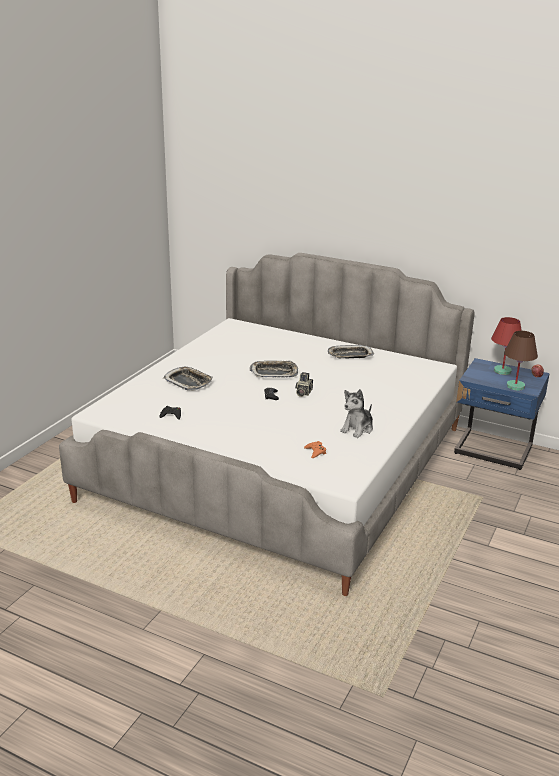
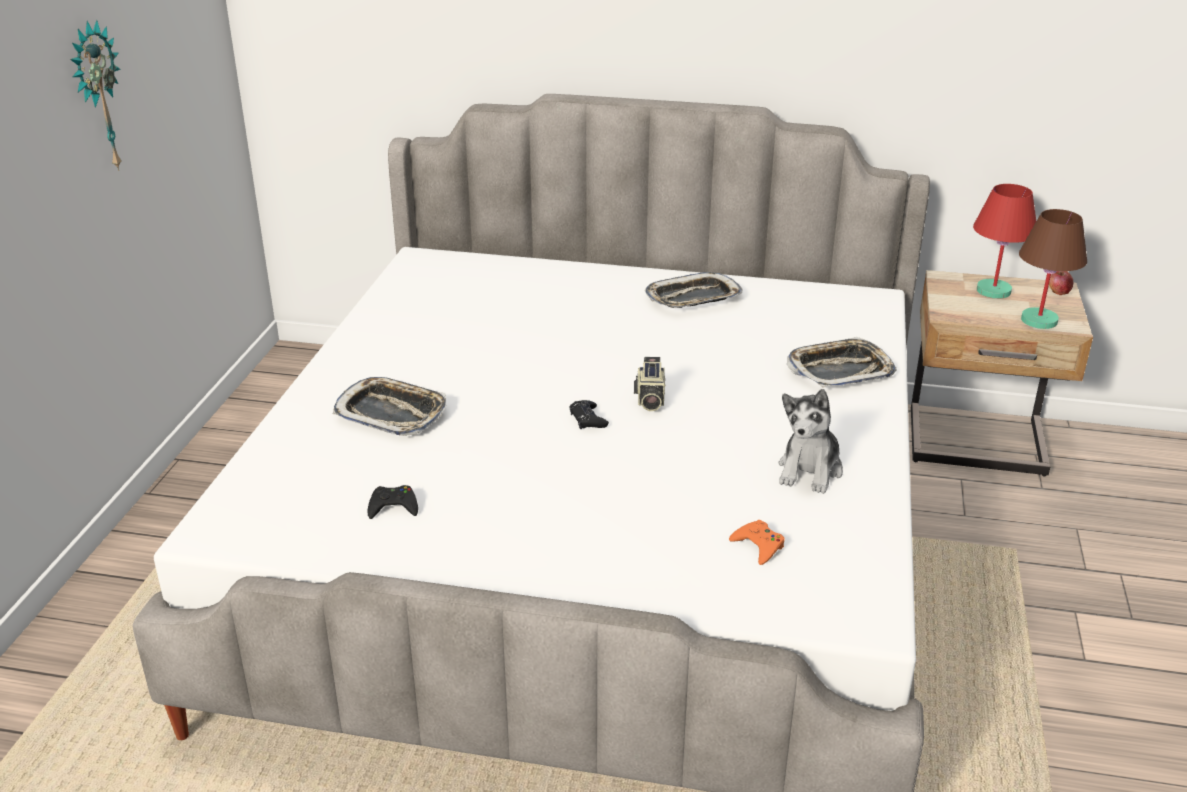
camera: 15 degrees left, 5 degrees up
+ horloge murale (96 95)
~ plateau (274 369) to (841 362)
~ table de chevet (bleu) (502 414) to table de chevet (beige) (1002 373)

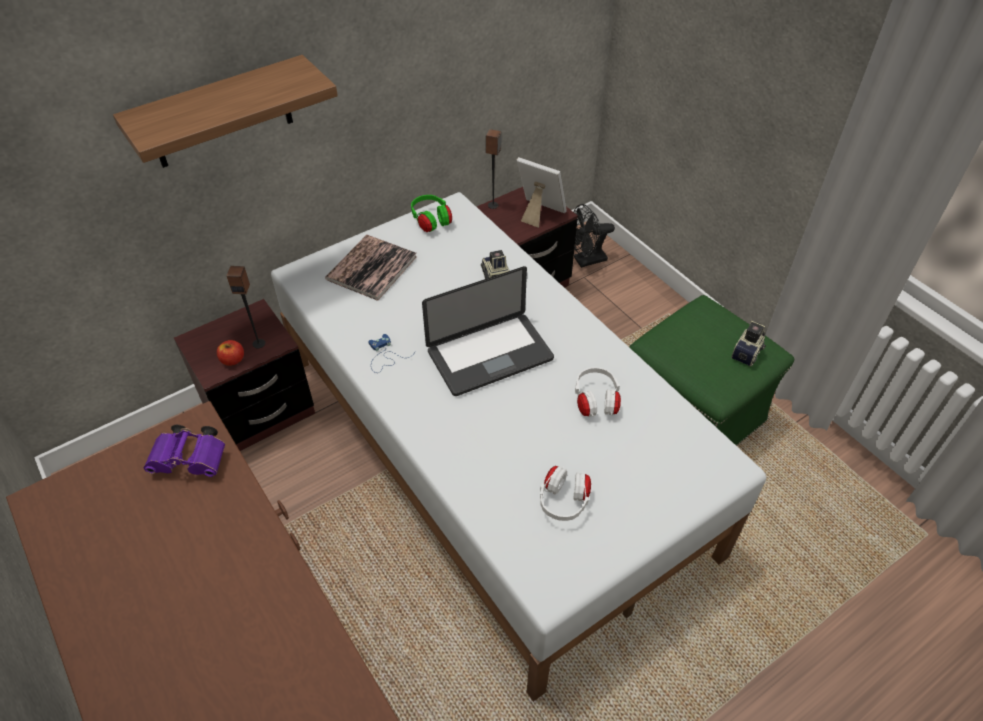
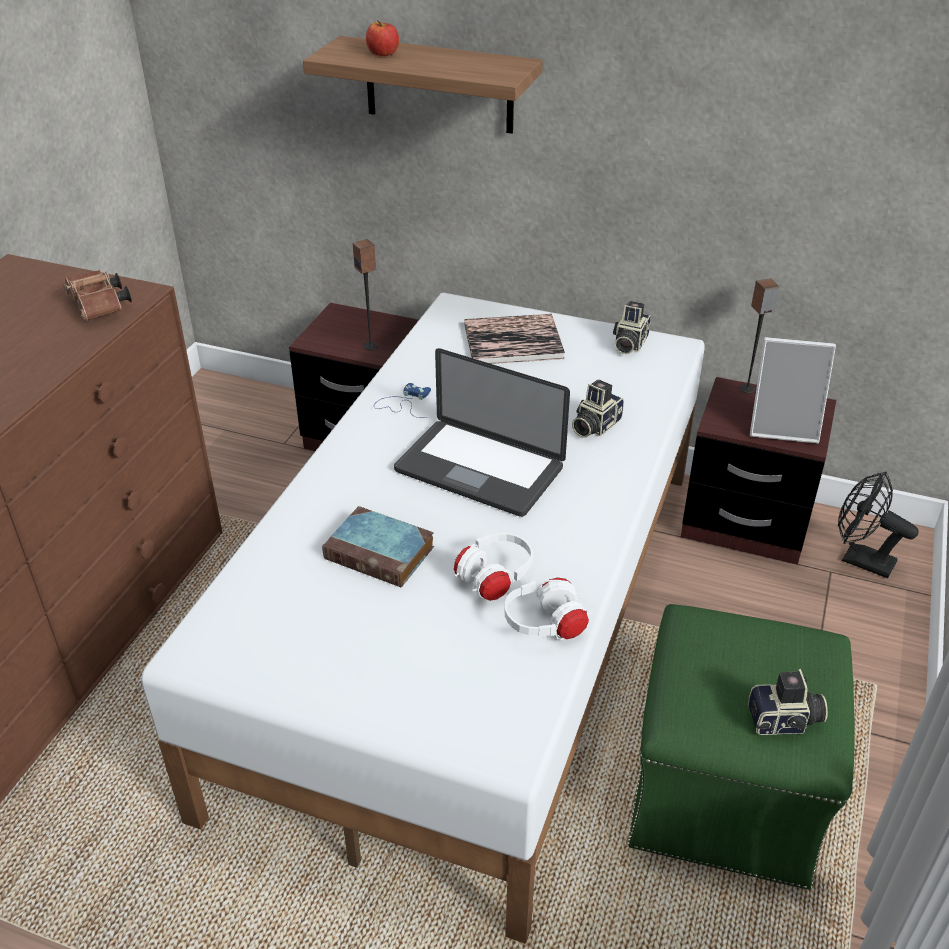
camera: 55 degrees right, 10 degrees down
+ livre (378 547)
~ pomme (230 353) to (382 38)
~ casque audio (blanc) (565 493) to (547 609)
~ casque audio (vert) (431 213) to appareil photo (632 327)
~ jumelles (violet) (184 451) to jumelles (marron) (97 295)
~ cadre photo (542 192) = (793 390) 105 degrees clockwise

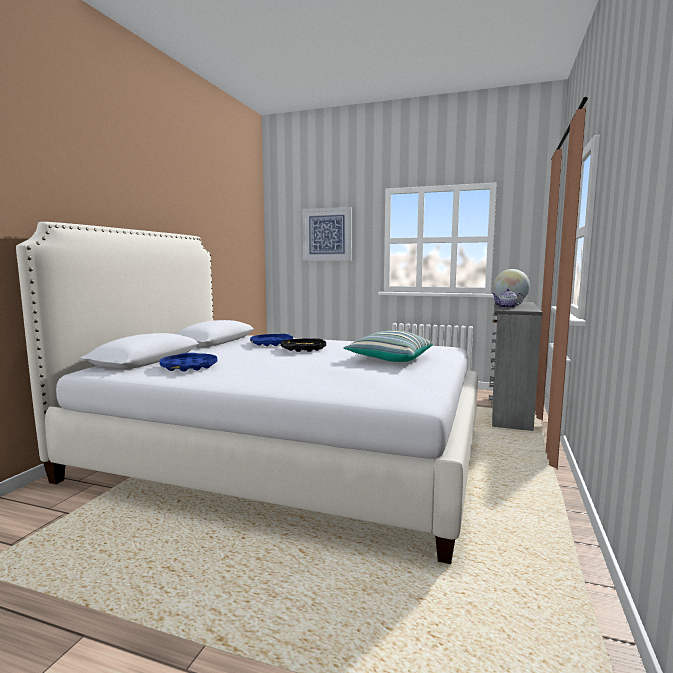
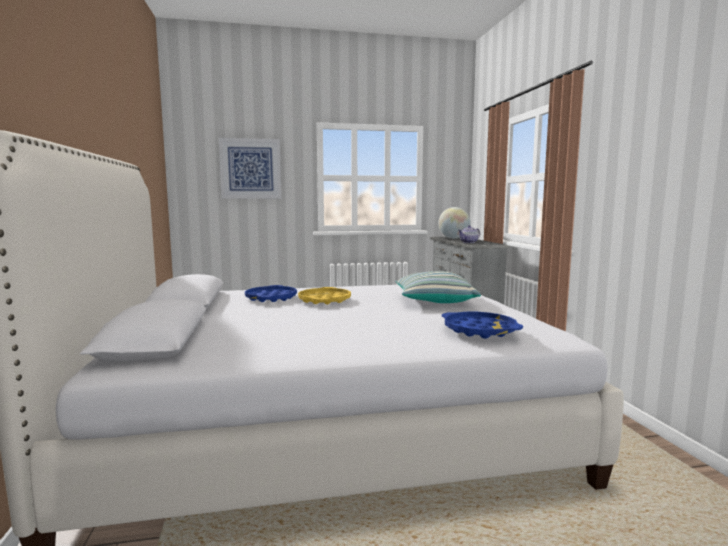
camera: 30 degrees left, 0 degrees up
~ plateau (bleu) (188 362) to (482 325)
~ plateau (noir) (303 345) to plateau (jaune) (324 295)

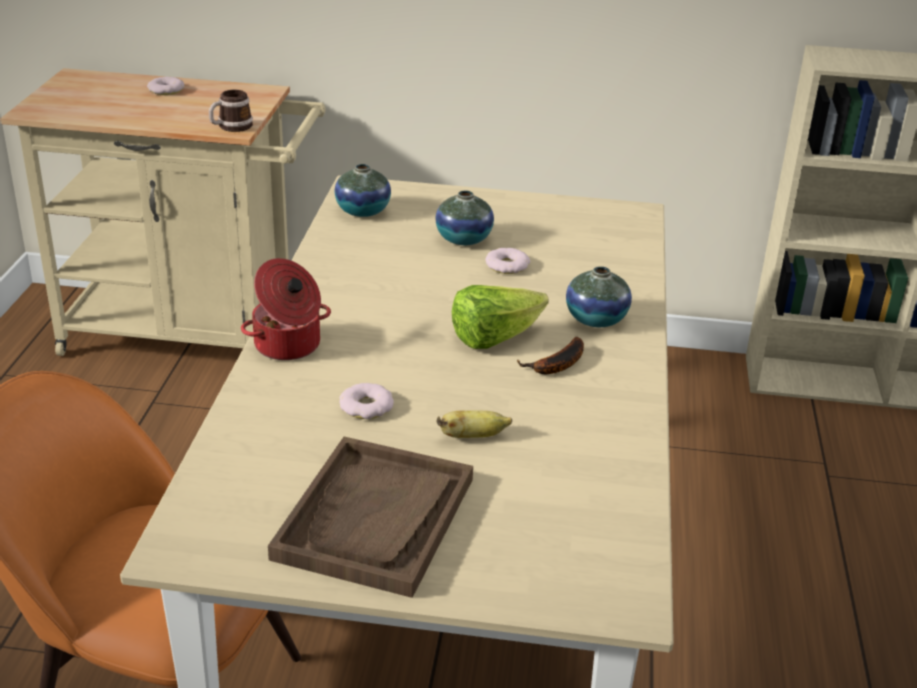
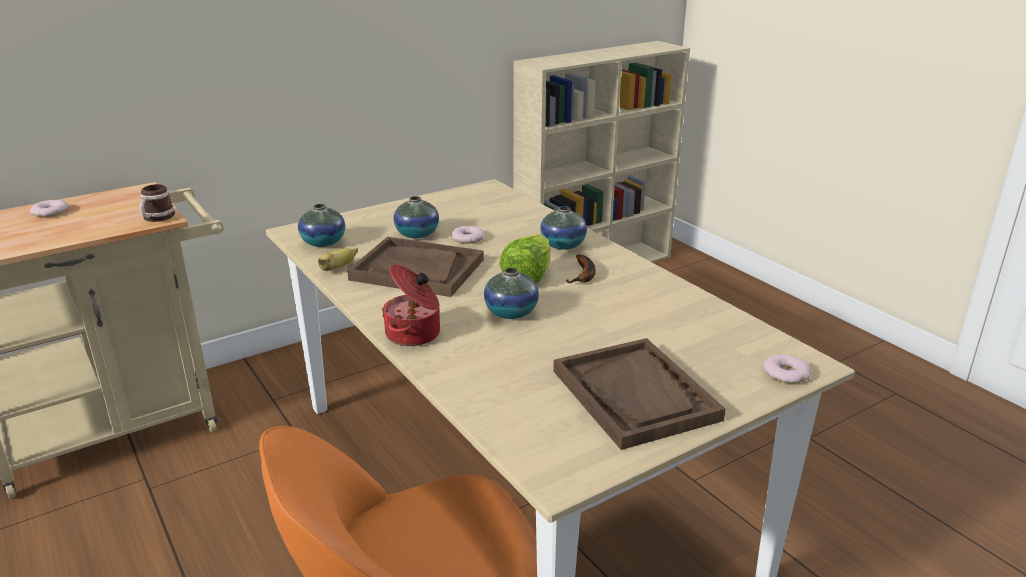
camera: 40 degrees left, 5 degrees down
+ plateau (marron) (415 267)
+ vase (511 293)
~ beignet (366 401) to (787 368)
~ banane (474 424) to (338 259)

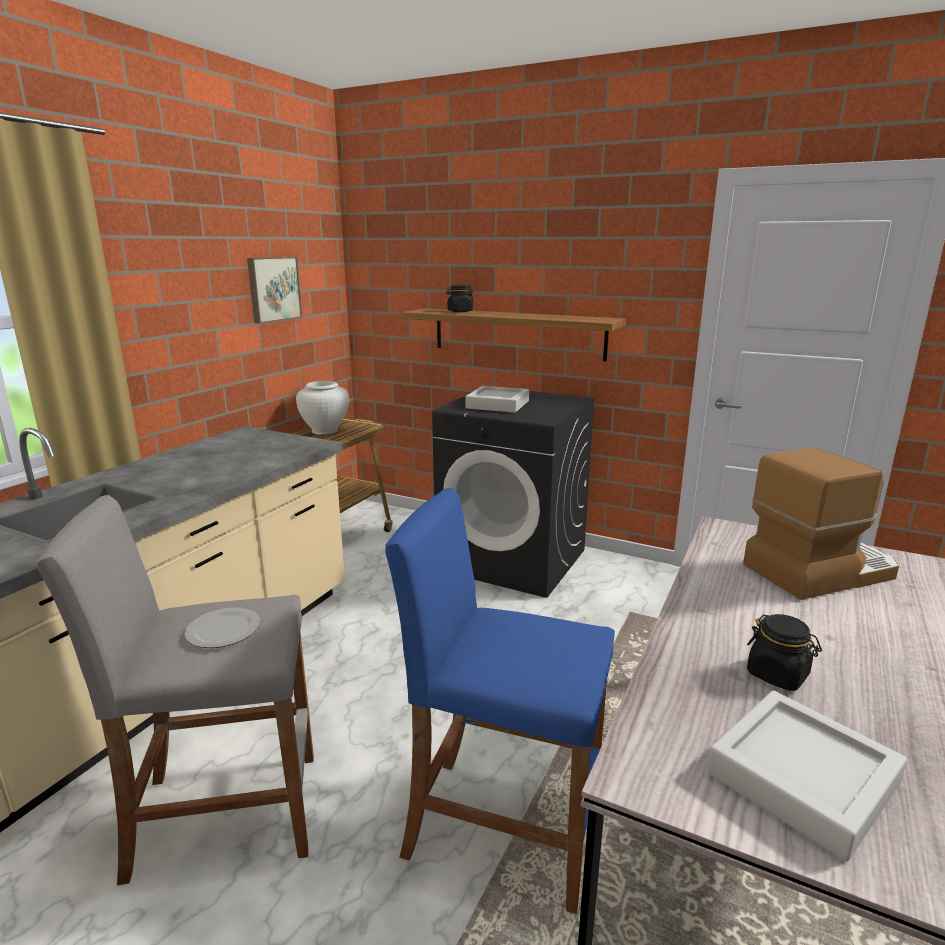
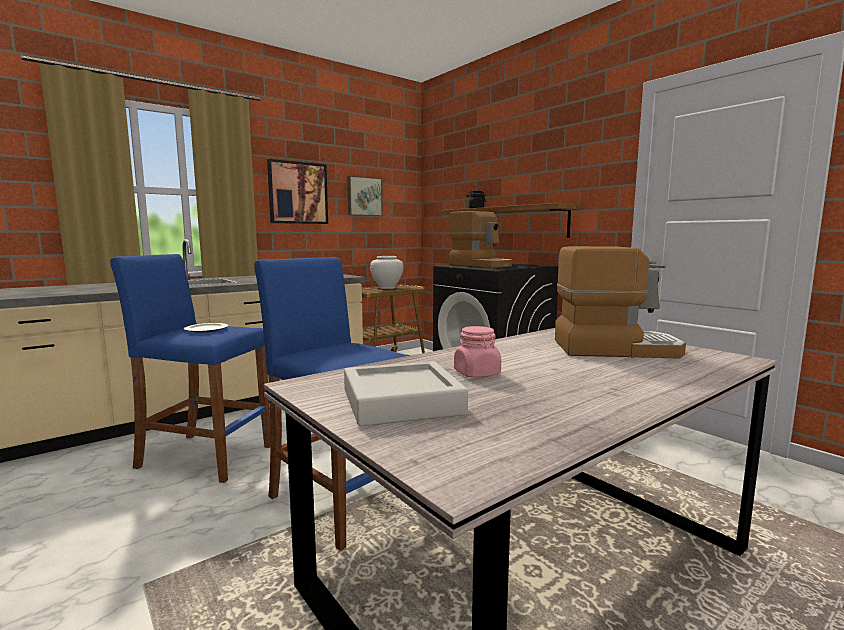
camera: 25 degrees right, 10 degrees down
+ tableau (297 191)
~ plateau (gris) (497 399) to machine à café (480 239)
~ tabouret (gris) (175 690) to tabouret (bleu) (190 368)
~ bocal (noir) (784 652) to bocal (rose) (477 351)

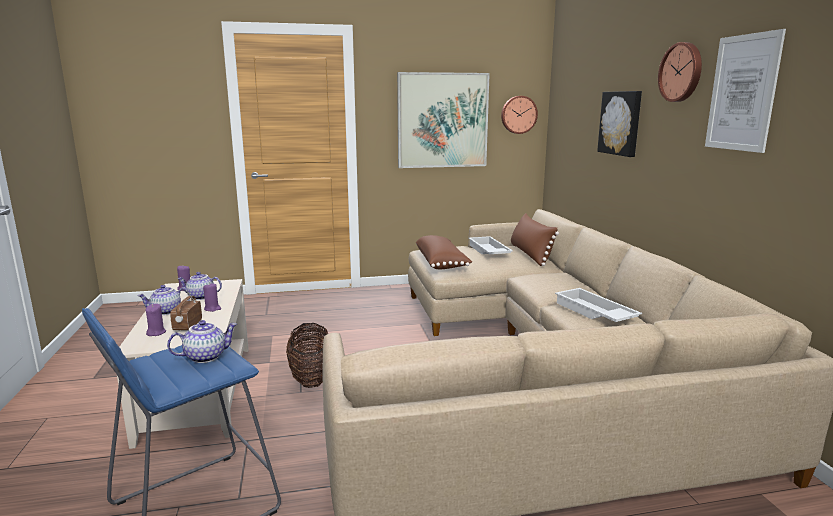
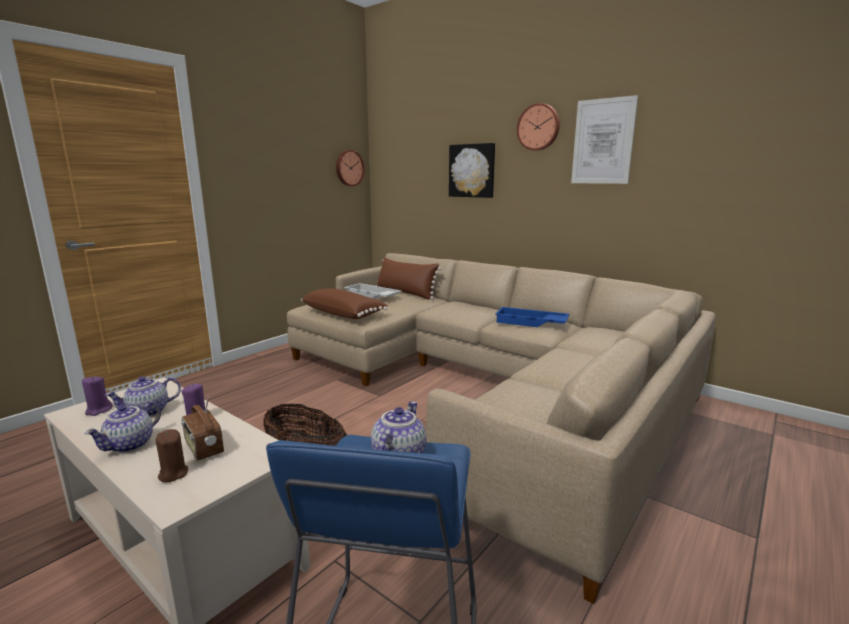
camera: 40 degrees left, 0 degrees up
- tableau (443 120)
~ bougie (violet) (156 320) to bougie (marron) (171 455)
~ plateau (blanc) (598 305) to plateau (bleu) (532 317)

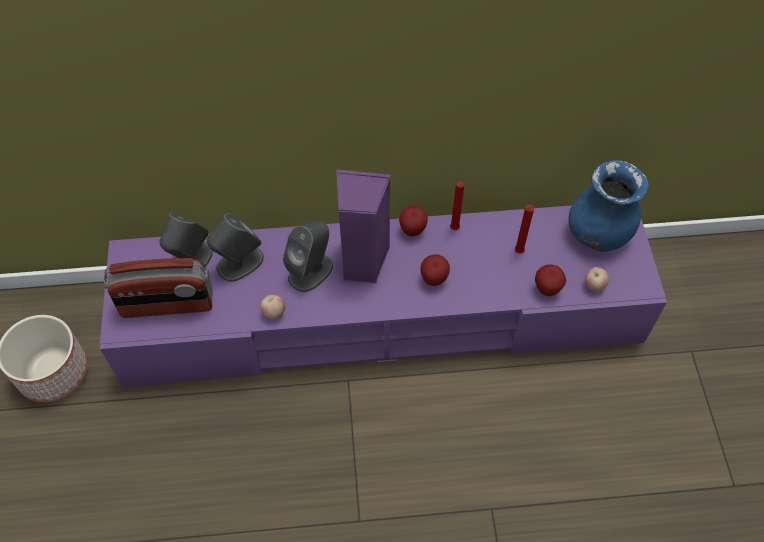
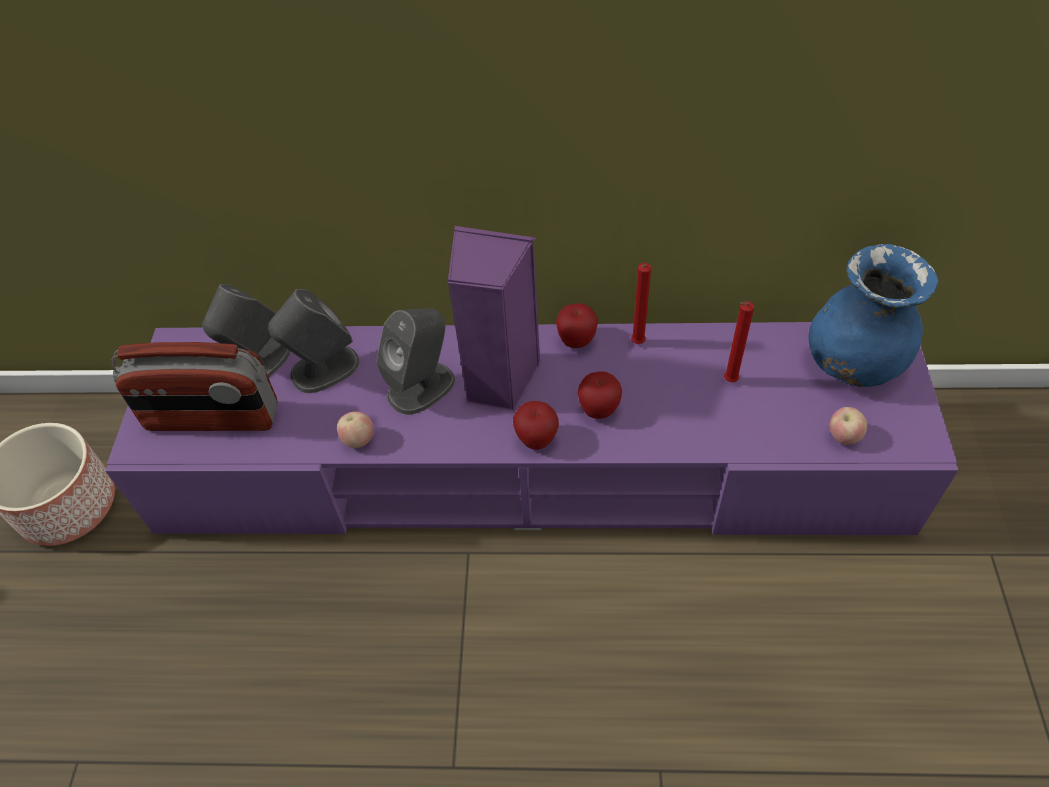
camera: 10 degrees right, 5 degrees down
~ pomme (550 280) to (536 425)

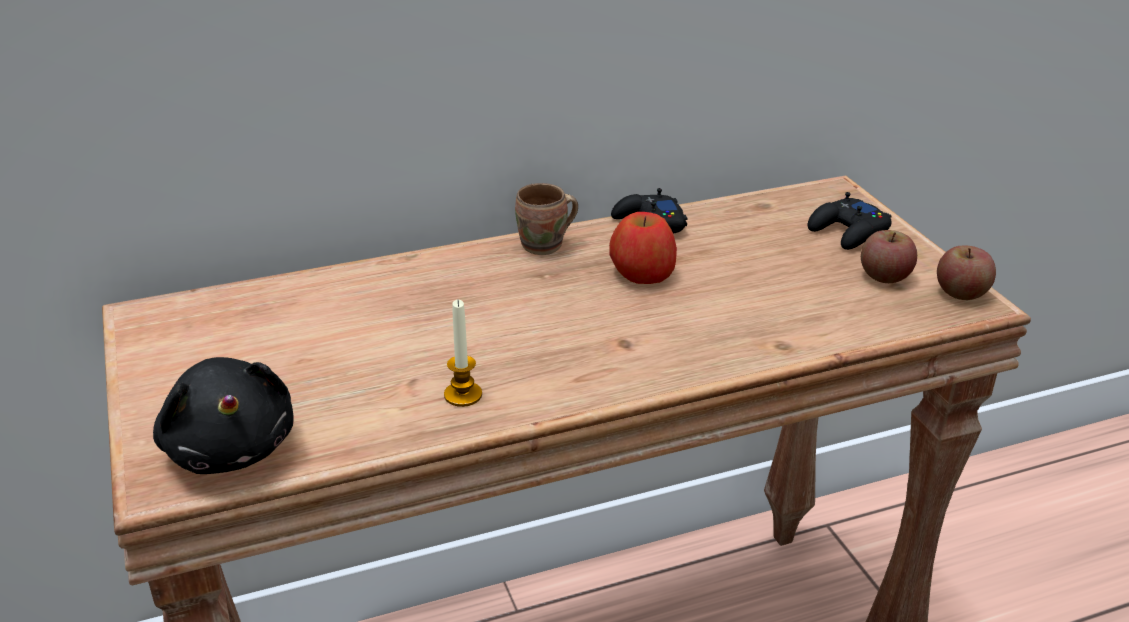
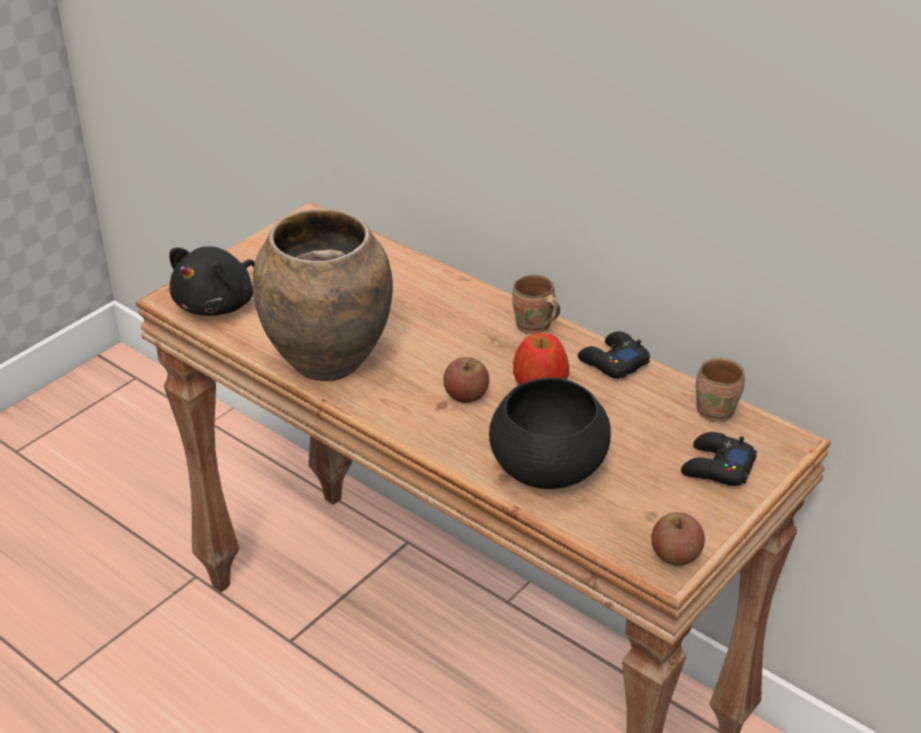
camera: 60 degrees right, 5 degrees up
+ bol (noir) (550 433)
+ mug (marron) (720 390)
~ pomme (889 256) to (466 380)
~ bougie (463 353) to vase (marron) (323 295)

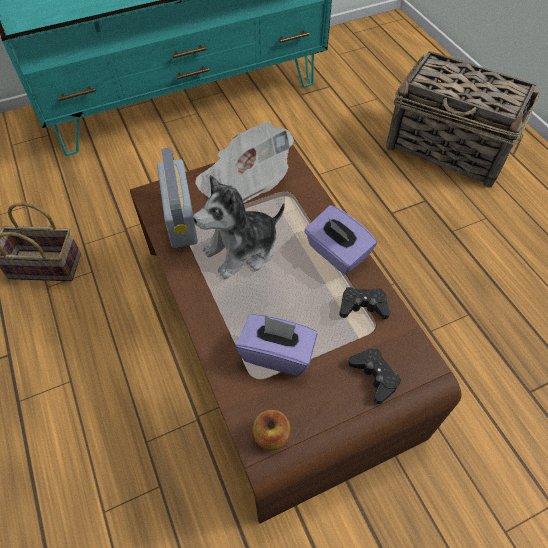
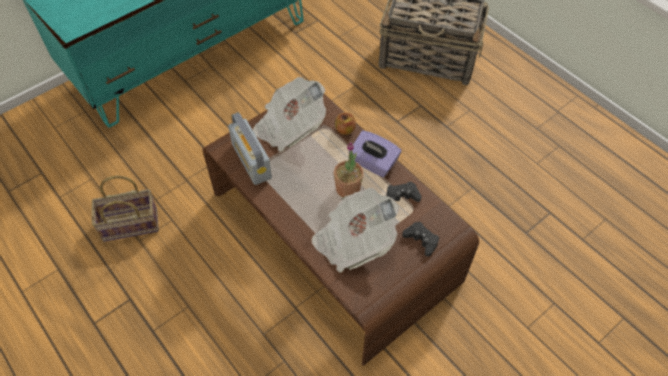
camera: 15 degrees left, 0 degrees up
- peluche (239 227)
+ plante en pot (349 169)
~ pomme (272 430) to (345 124)
~ boîte à mouchoirs (violet) (276 345) to journal (355 230)

